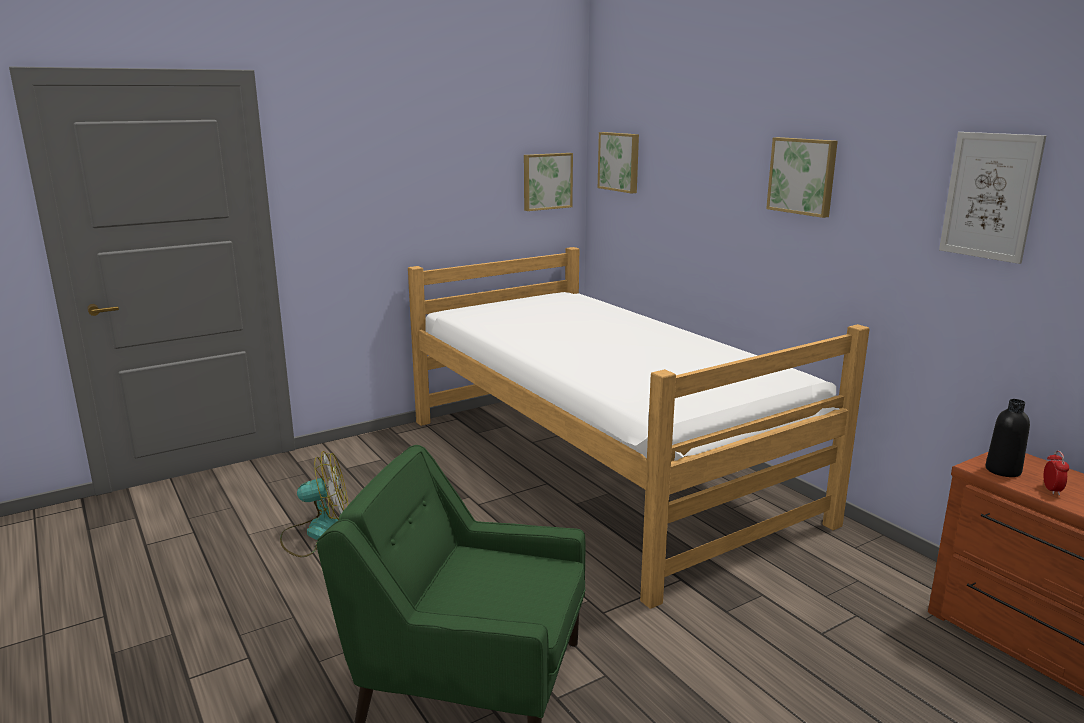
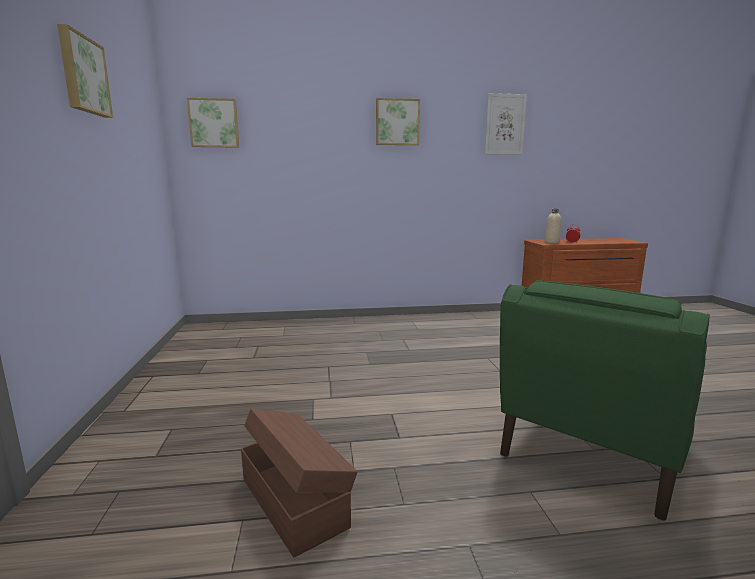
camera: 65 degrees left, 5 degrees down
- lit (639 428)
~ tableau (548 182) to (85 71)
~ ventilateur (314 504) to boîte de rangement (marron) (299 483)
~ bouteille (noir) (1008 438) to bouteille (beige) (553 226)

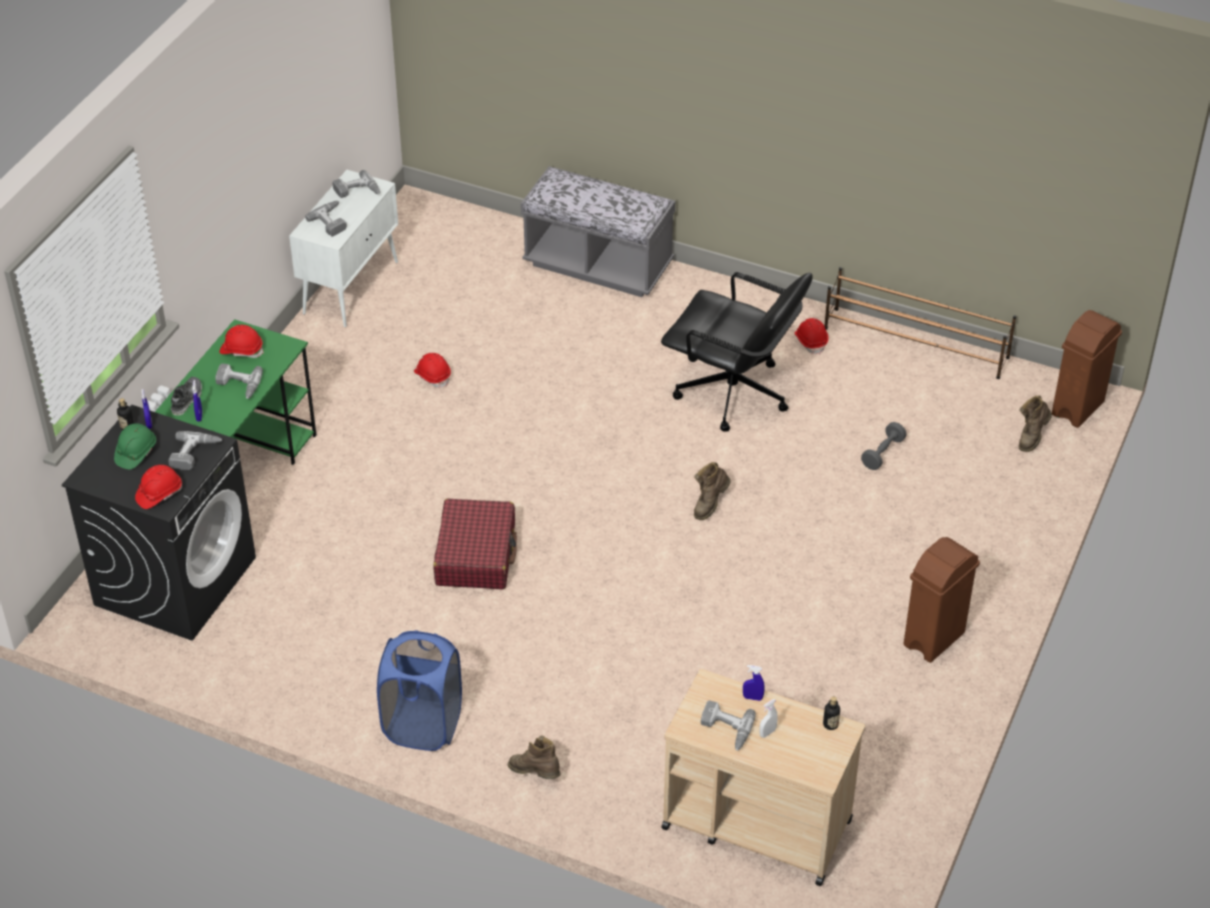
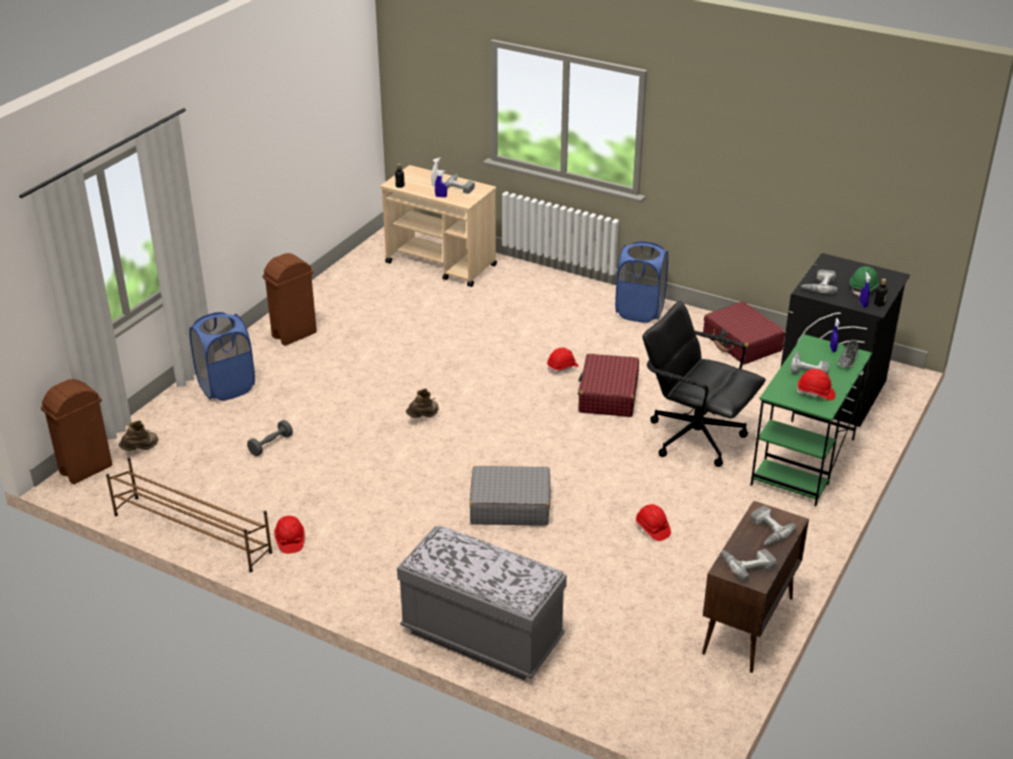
camera: 175 degrees left, 10 degrees down
- botte (marron) (534 757)
+ panier à linge (bleu) (222 356)
+ valise (gris) (510 495)
+ valise (rouge) (744 332)
~ casque de chantier (rouge) (158 487) to (563 361)
~ chaise de bureau (noir) (737 352) to (704 384)
~ meuble de rangement (blanc) (343 248) to meuble de rangement (marron) (755 587)

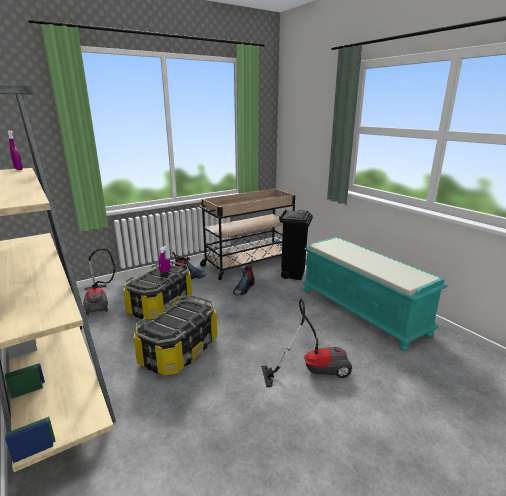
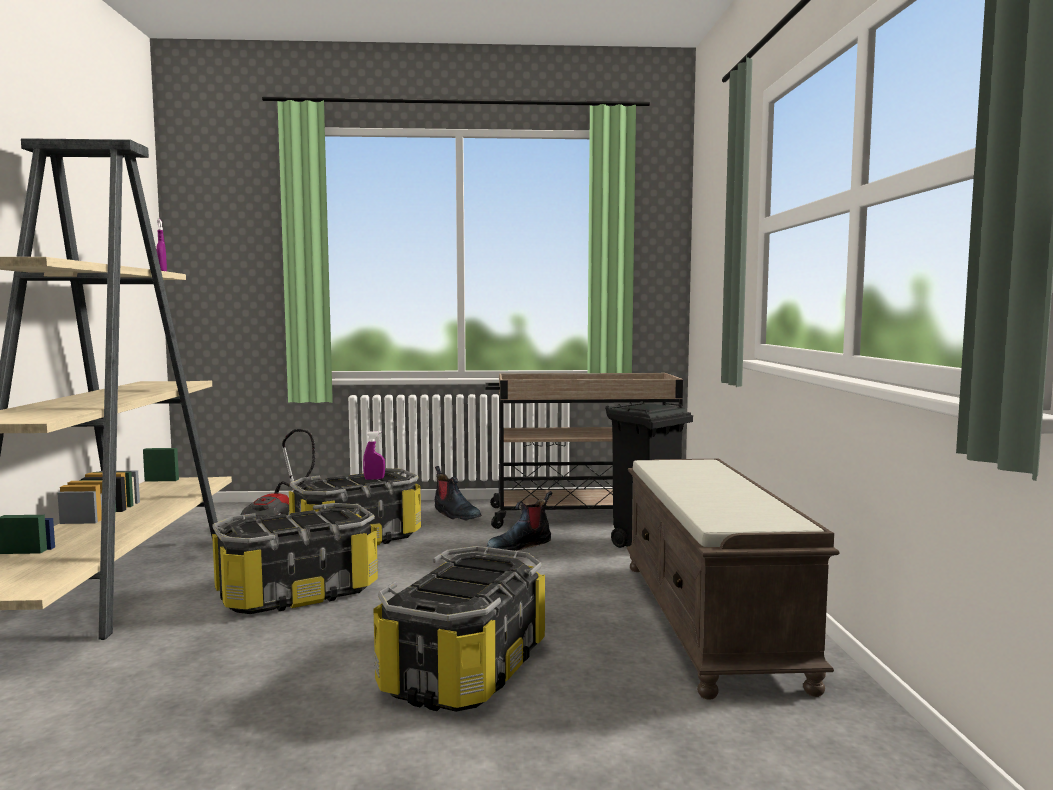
camera: 30 degrees right, 15 degrees down
~ aspirateur (307 343) to boîte de rangement (459 629)
~ banc (turquoise) (374 294) to banc (marron) (733 579)

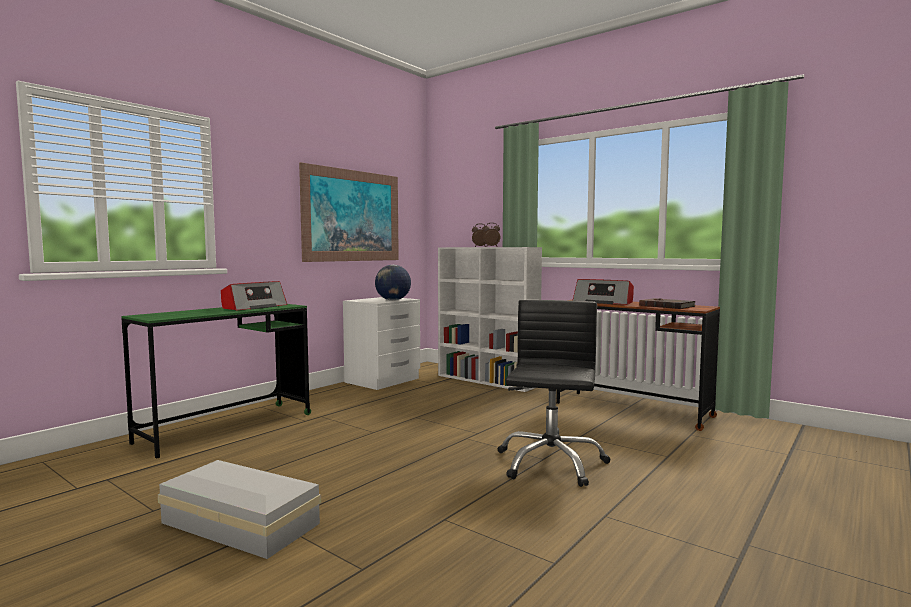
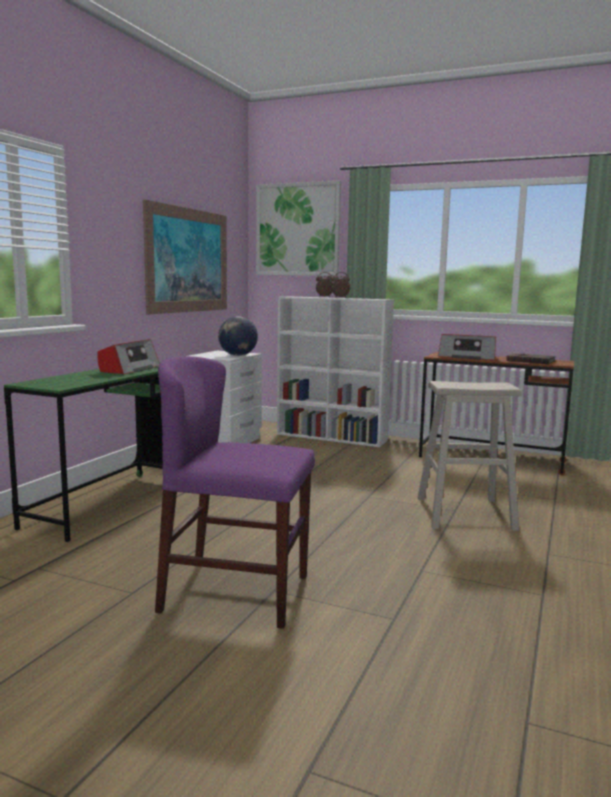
camera: 15 degrees left, 5 degrees up
+ tableau (298 228)
~ boîte de rangement (blanc) (239 509) to chaise (violet) (235 492)
~ chaise de bureau (noir) (554 393) to tabouret (beige) (469 456)

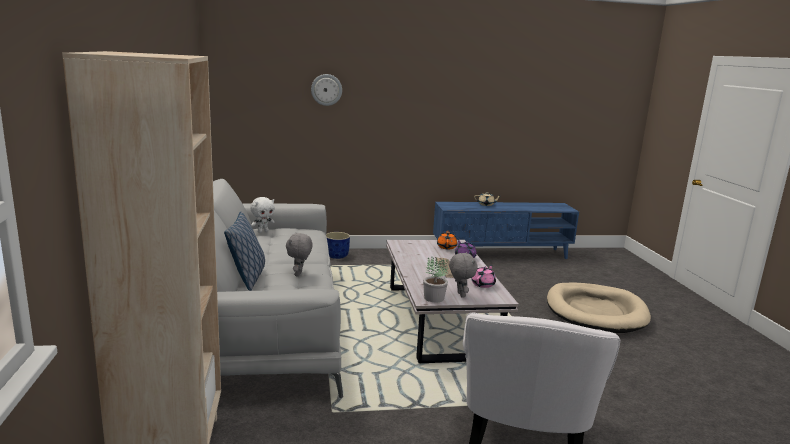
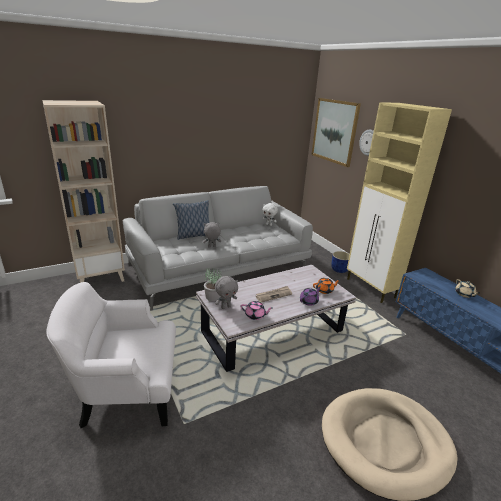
camera: 70 degrees right, 10 degrees up
+ tableau (336 132)
+ meuble de rangement (beige) (399 202)

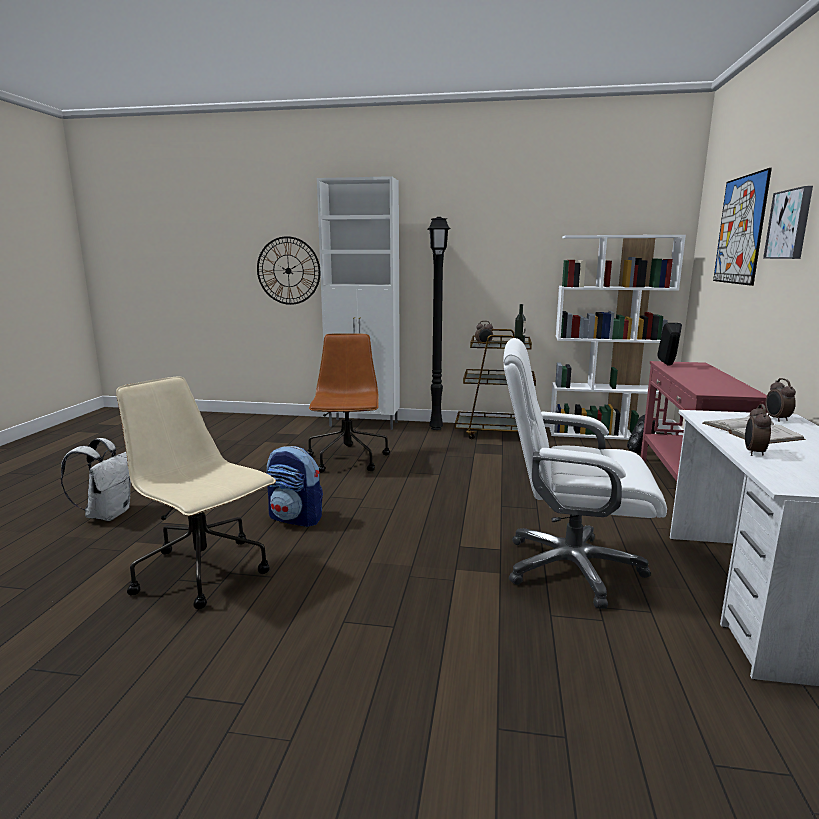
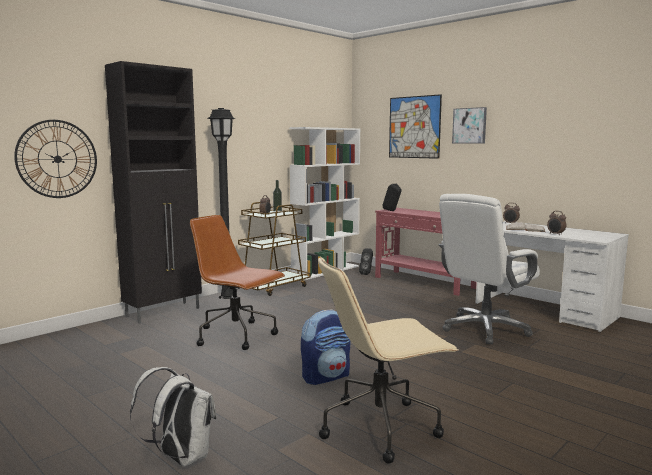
camera: 55 degrees left, 5 degrees down
~ meuble de rangement (blanc) (358 303) to meuble de rangement (noir) (153 192)

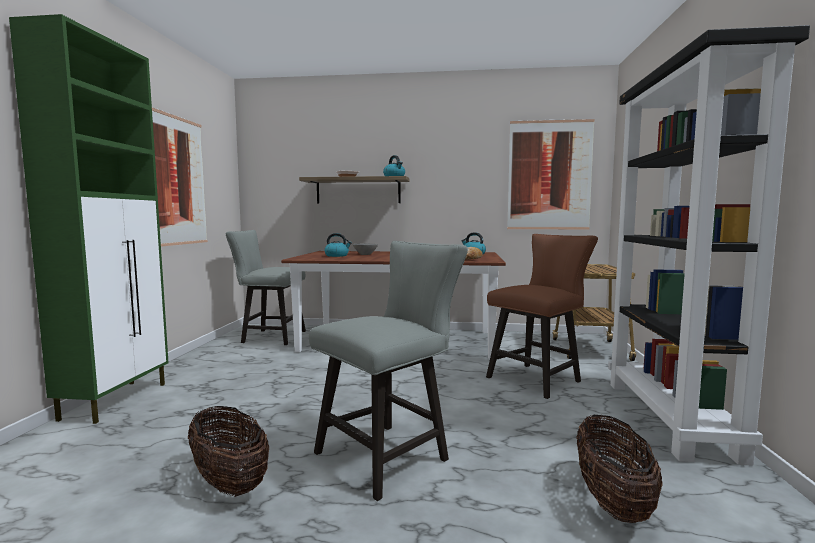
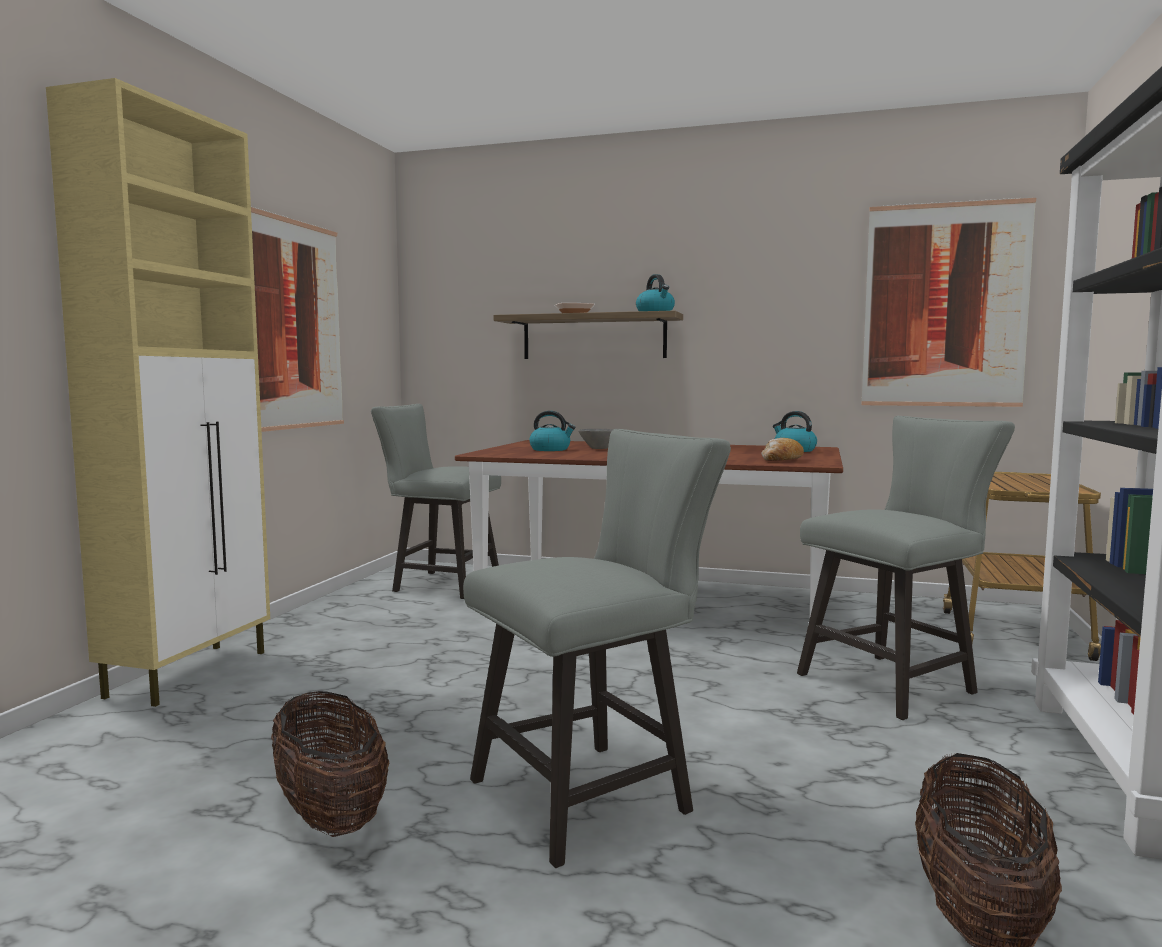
camera: 10 degrees right, 0 degrees up
~ meuble de rangement (vert) (89 219) to meuble de rangement (beige) (158 392)
~ chaise (marron) (542 316) to chaise (gris) (906 568)

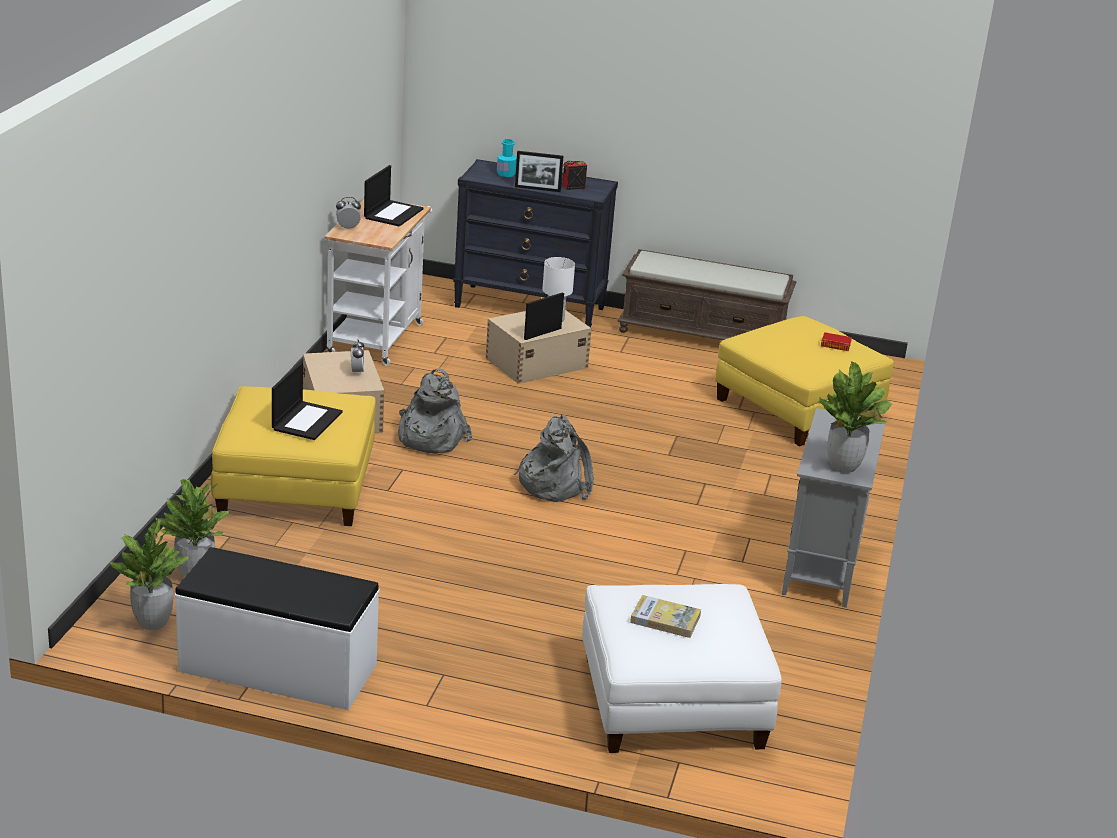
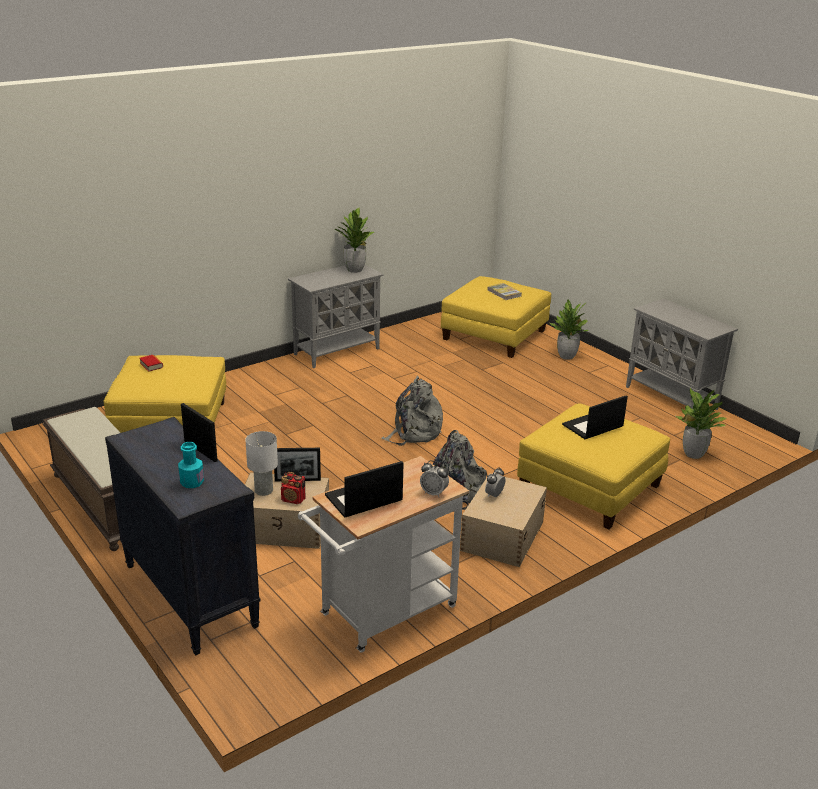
camera: 140 degrees left, 0 degrees up
~ plante en pot (149 574) to (569 330)
~ radio (575 175) to (293 488)
~ banc (blanc) (277 628) to meuble de rangement (gris) (682 354)
~ pouf (blanc) (682 668) to pouf (jaune) (496 317)

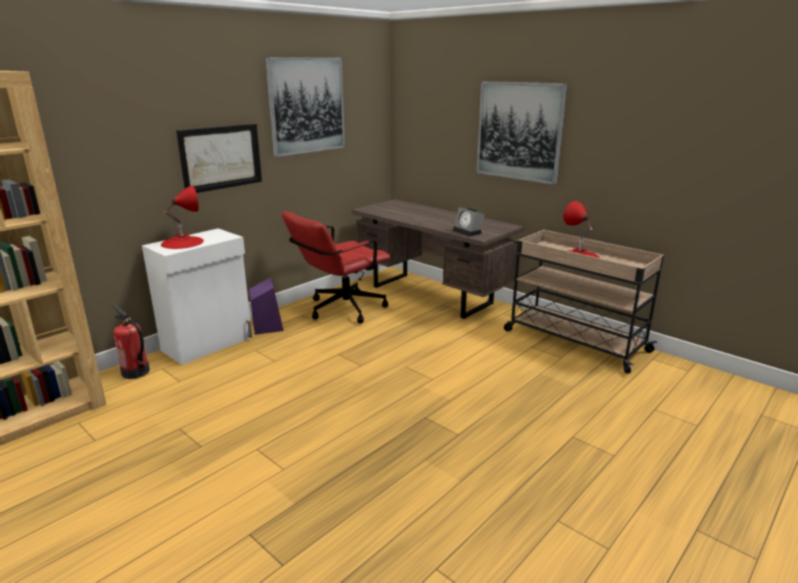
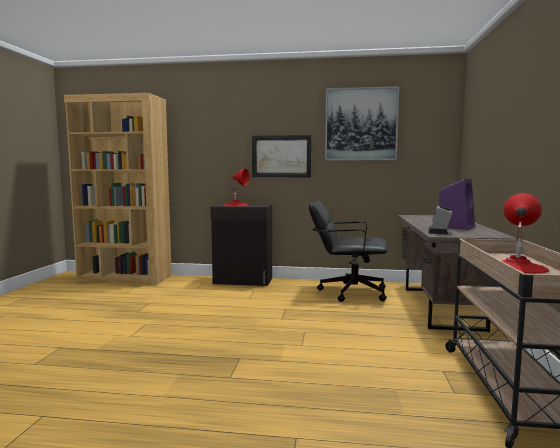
camera: 55 degrees right, 15 degrees down
- extincteur (131 342)
- tableau (522 133)
~ enceinte (violet) (266 306) to (457 204)
~ meuble de rangement (blanc) (197 296) to meuble de rangement (noir) (241 245)
~ chaise de bureau (rouge) (336 267) to chaise de bureau (noir) (348 251)

